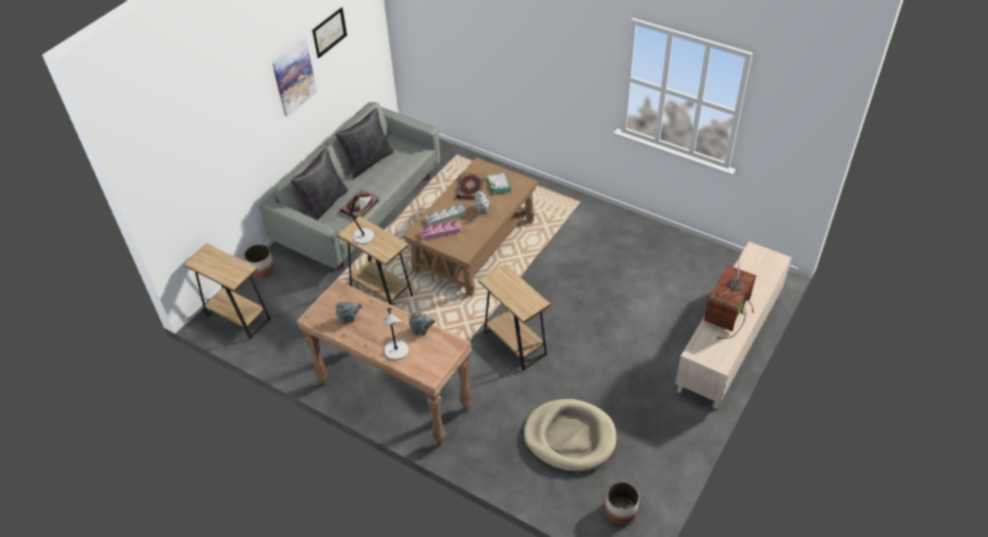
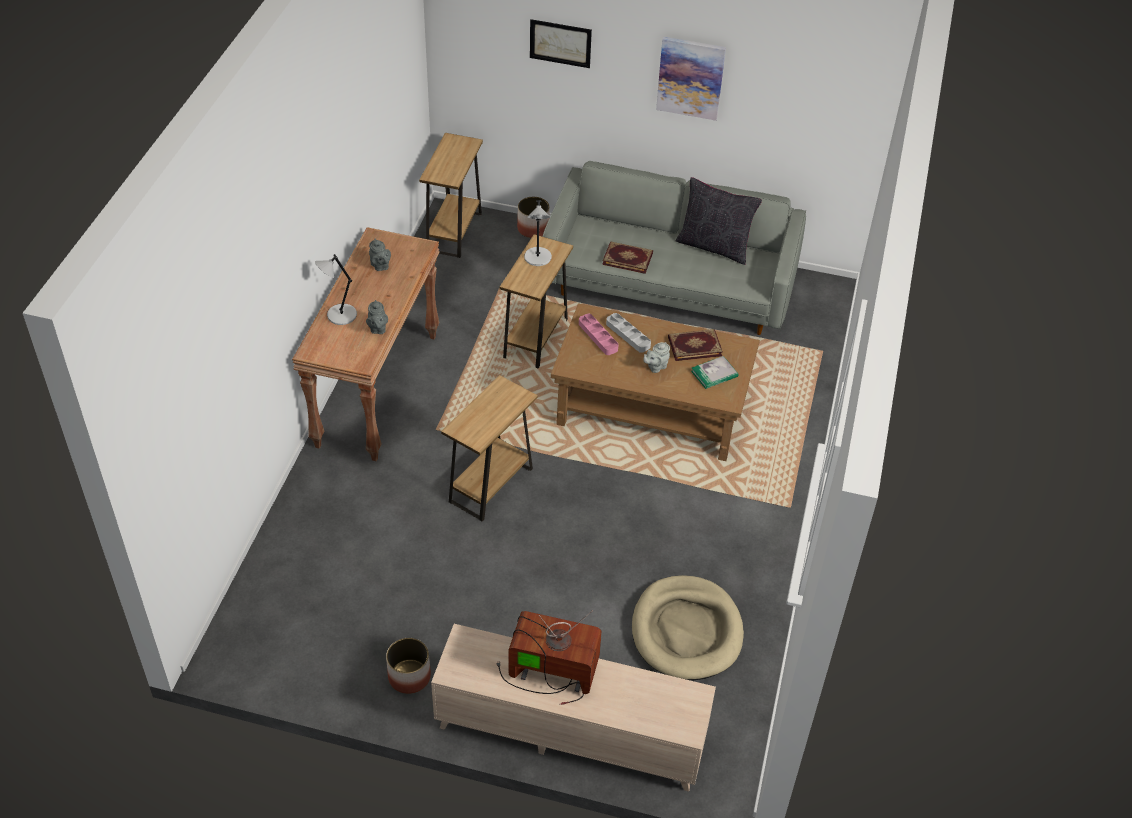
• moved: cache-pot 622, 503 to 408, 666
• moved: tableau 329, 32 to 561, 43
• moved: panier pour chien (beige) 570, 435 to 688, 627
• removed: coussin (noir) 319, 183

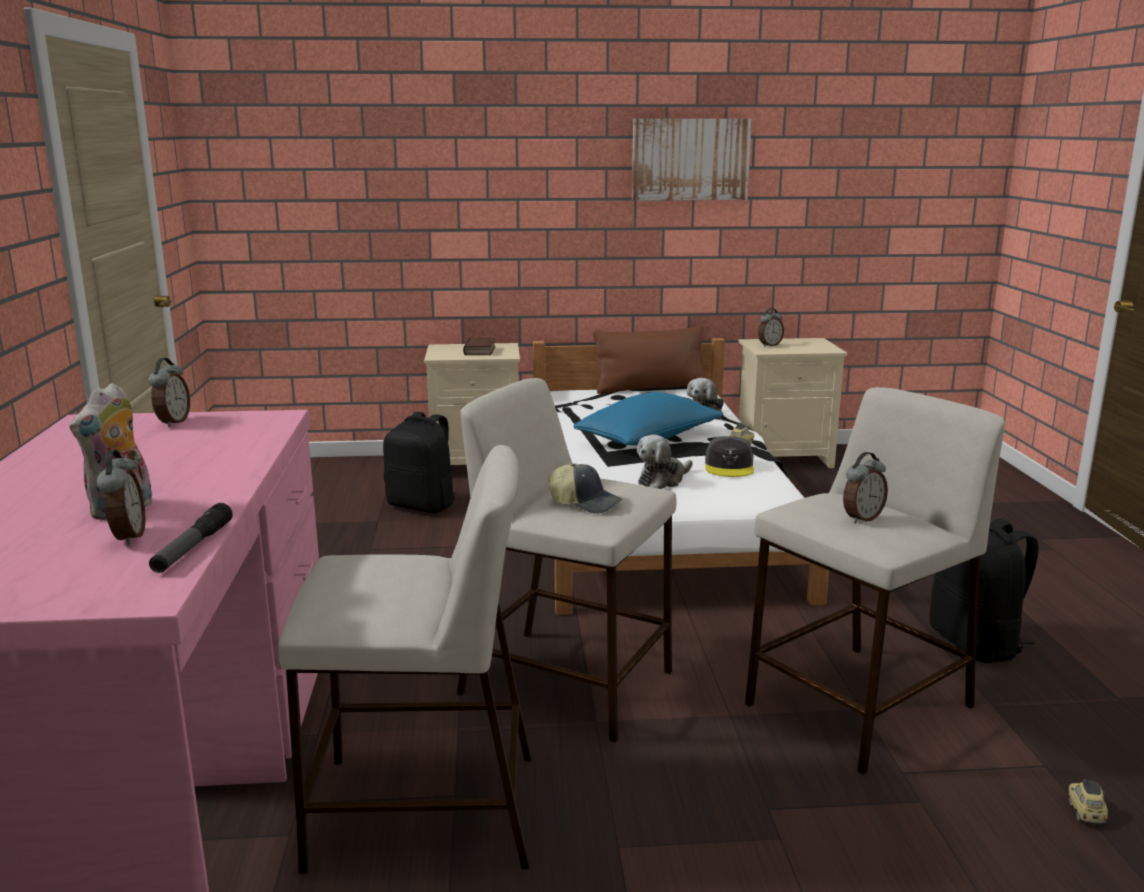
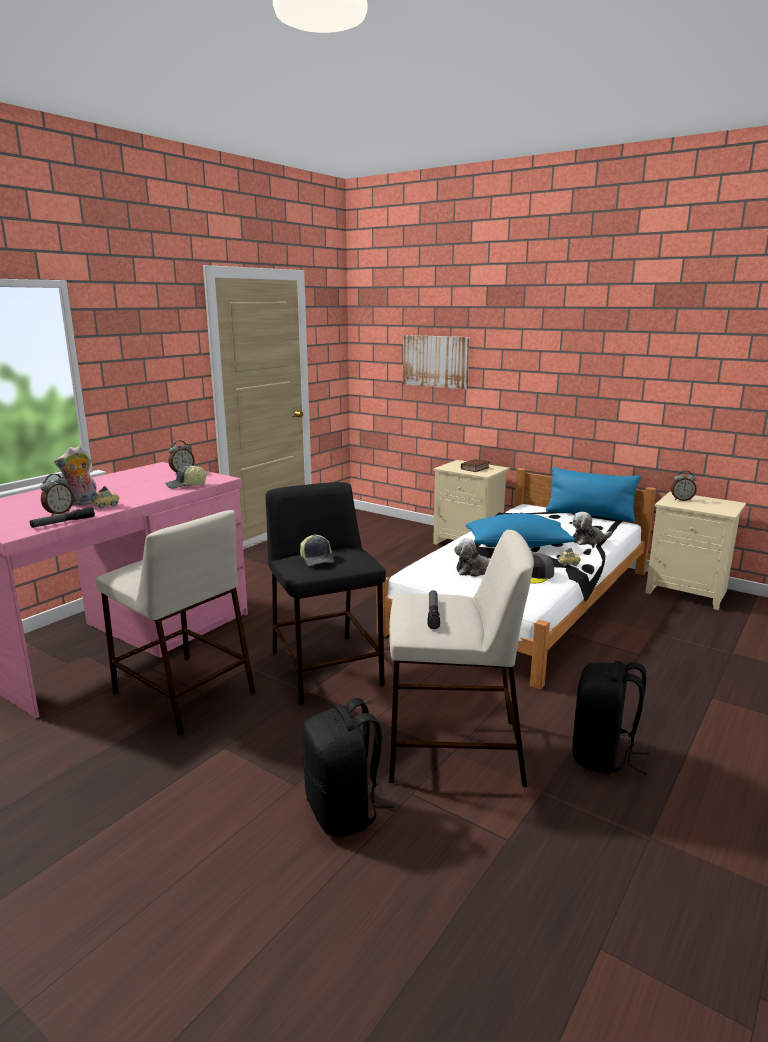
• moved: petite voiture 1088, 801 to 105, 497
• added: casquette 186, 477
• recoloured: tabouret (beige) 567, 560 to tabouret (noir) 325, 593
• moved: sac à dos (noir) 419, 462 to 347, 767
• moved: tableau 692, 160 to 436, 362
• replaced: réveil 865, 488 to lampe de poche 433, 609
• recoloured: coussin (marron) 650, 359 to coussin (bleu) 593, 494

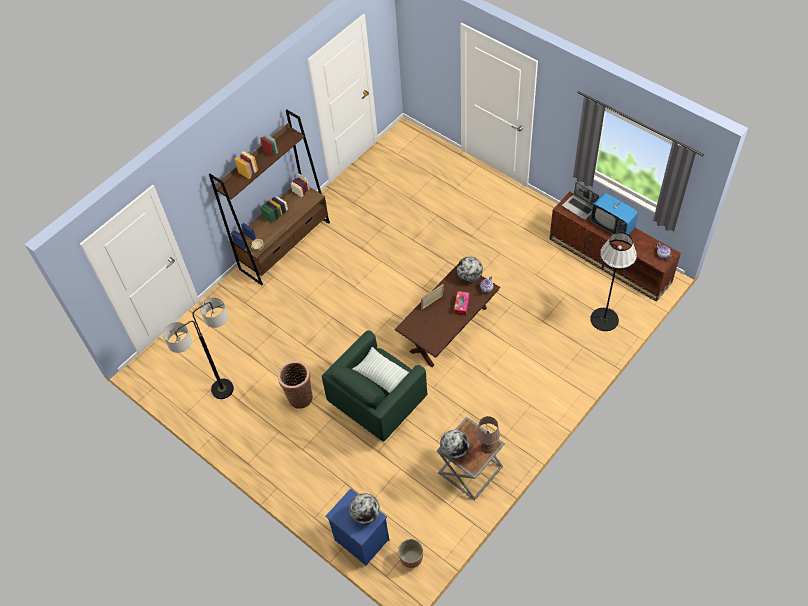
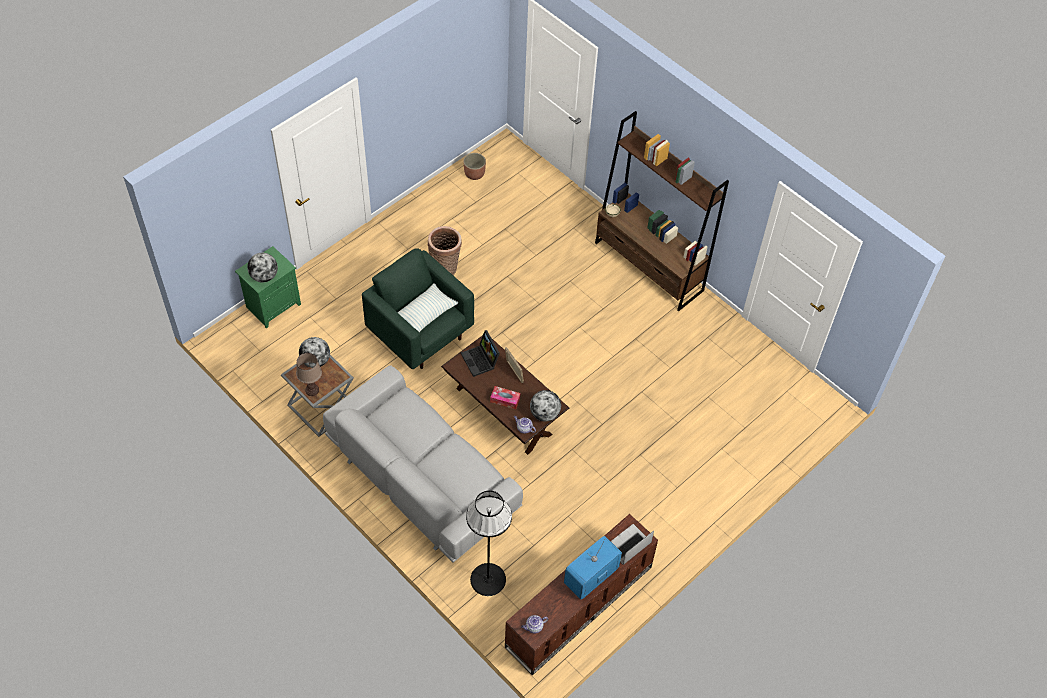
• recoloured: table de chevet (bleu) 357, 526 to table de chevet (vert) 268, 287
• added: canapé (gris) 423, 464
• added: ordinateur portable 480, 353
• moved: cache-pot 410, 553 to 475, 166
• removed: lampadaire 198, 348

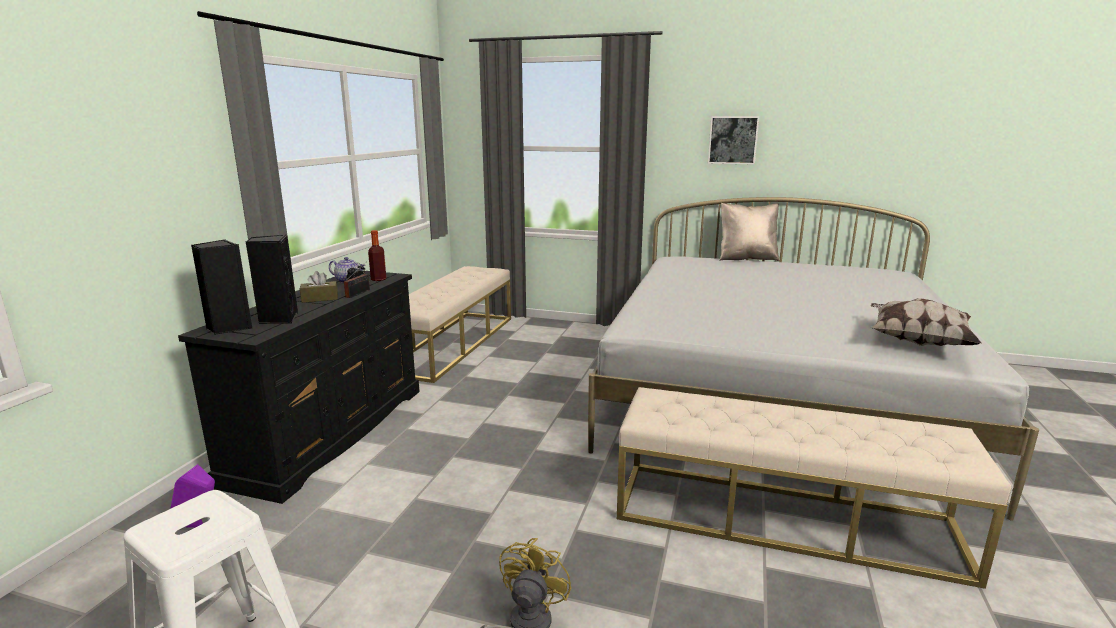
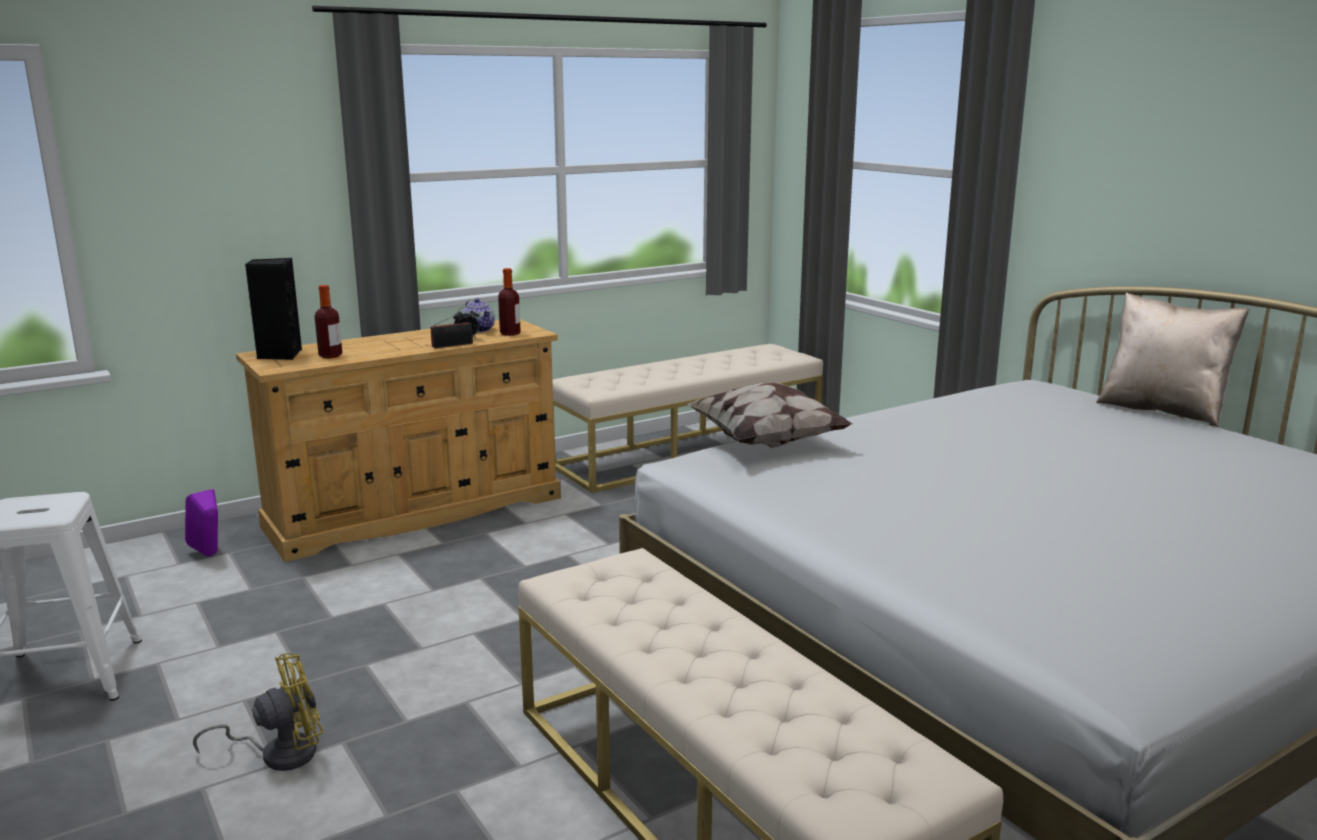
• recoloured: commode (noir) 299, 387 to commode (beige) 398, 440
• replaced: enceinte (noir) 272, 279 to bouteille 328, 321
• moved: coussin 926, 322 to 770, 415
• removed: boîte à mouchoirs (marron) 319, 287
• removed: tableau 733, 140

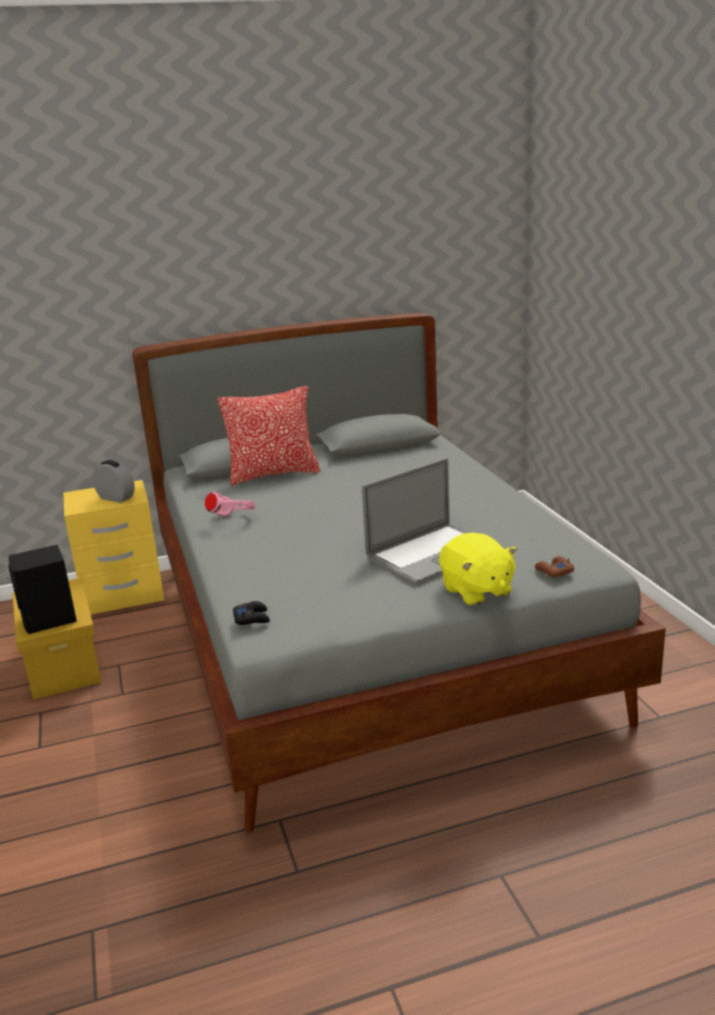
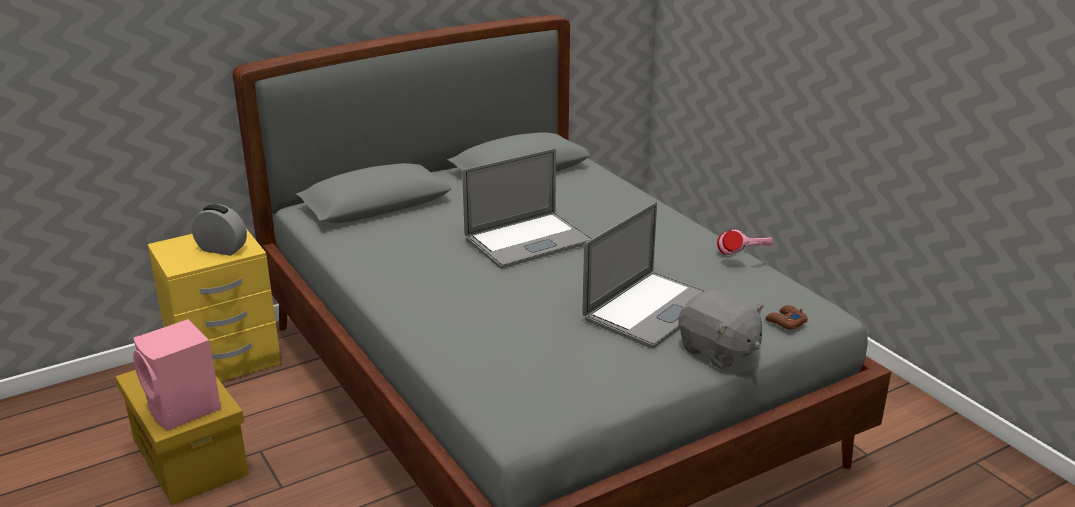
• recoloured: enceinte (noir) 42, 589 to enceinte (rose) 177, 375
• added: ordinateur portable 527, 208
• recoloured: peluche (jaune) 478, 569 to peluche (gris) 721, 329
• moved: casque audio (rose) 230, 504 to 745, 242
• removed: coussin 269, 435
• removed: manette (noir) 251, 613

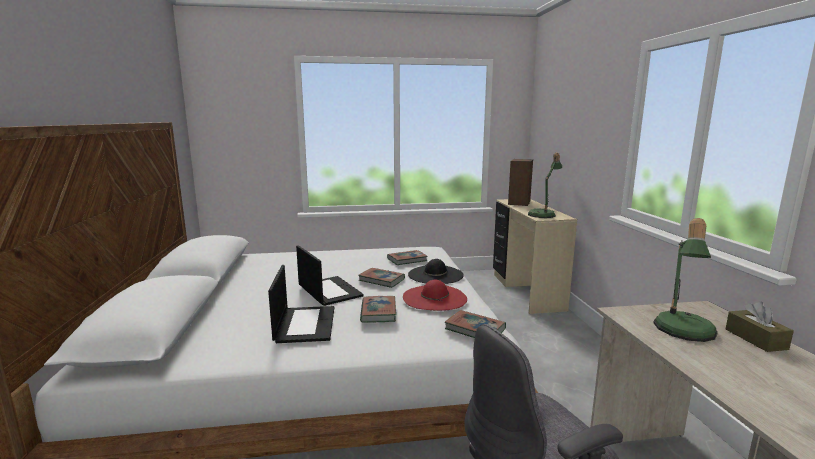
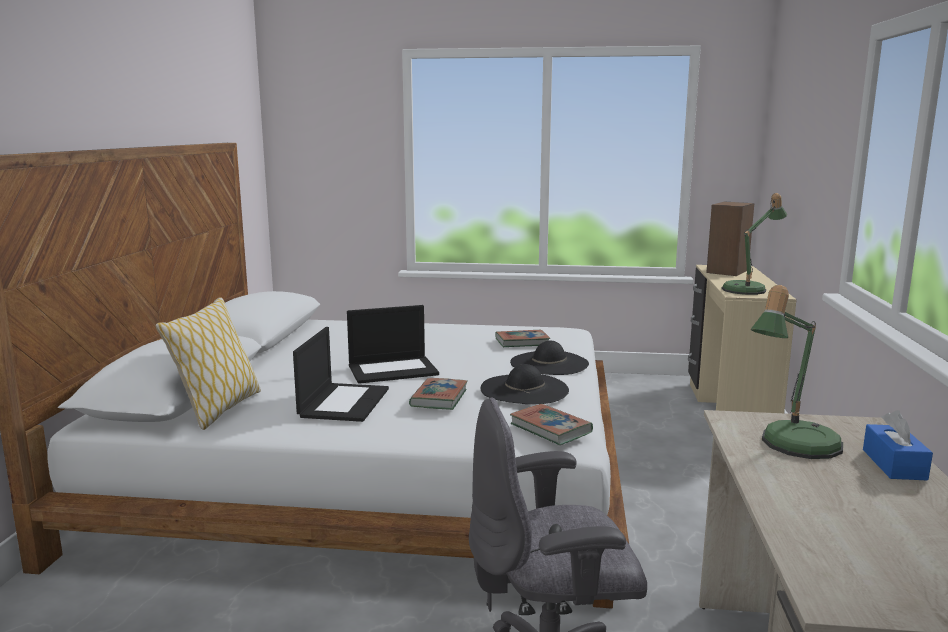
• added: coussin 208, 363
• turned: ordinateur portable 330, 275 = 393, 344 90 degrees clockwise
• recoloured: chapeau (rouge) 435, 295 to chapeau (noir) 524, 384
• recoloured: boîte à mouchoirs (marron) 760, 326 to boîte à mouchoirs (bleu) 898, 445
• removed: livre 381, 278

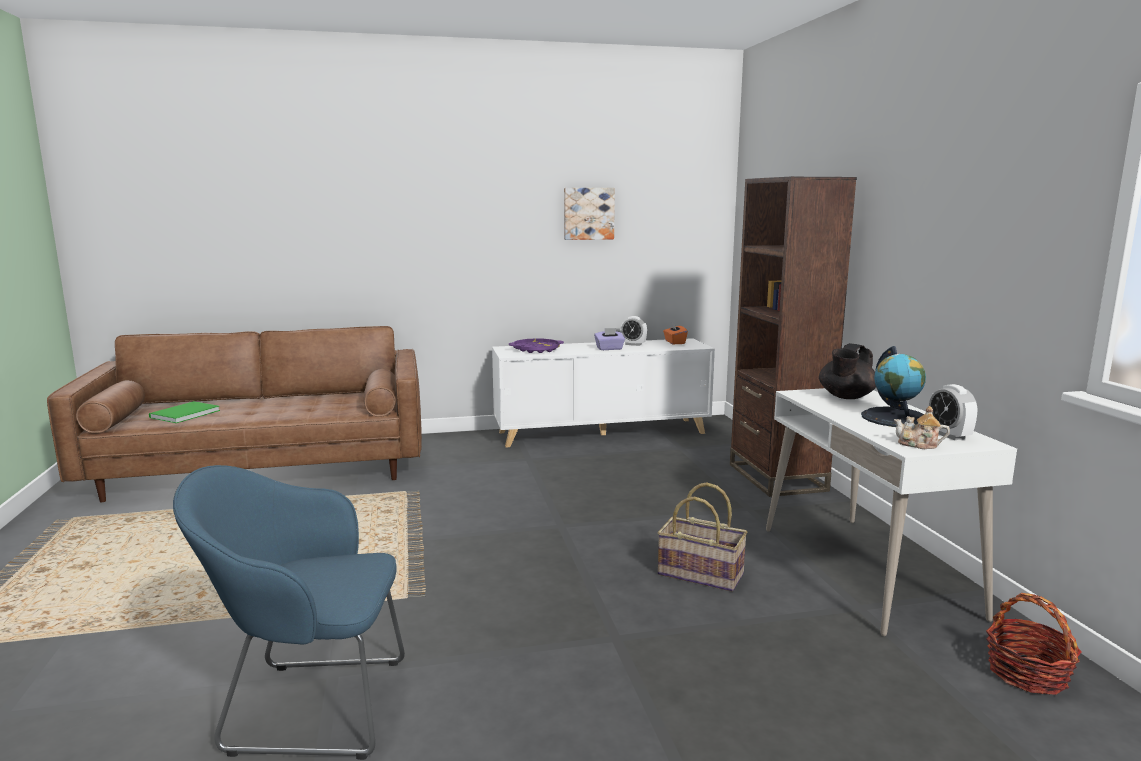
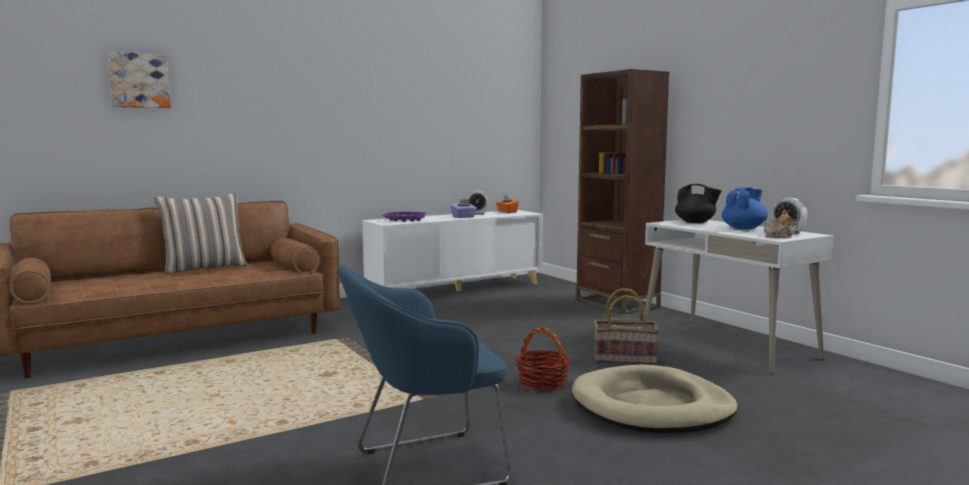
• moved: tableau 589, 214 to 139, 79
• added: coussin 201, 233
• moved: panier 1034, 644 to 543, 359
• added: panier pour chien (beige) 655, 399
• turned: théière (noir) 847, 371 = 698, 203 75 degrees counterclockwise
• replaced: globe 893, 386 to théière (bleu) 745, 208
• removed: livre (vert) 184, 412

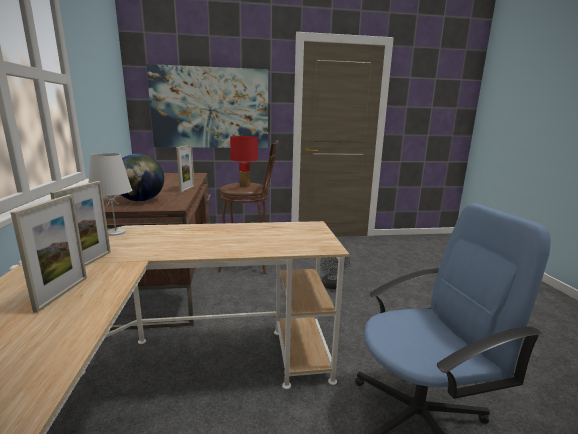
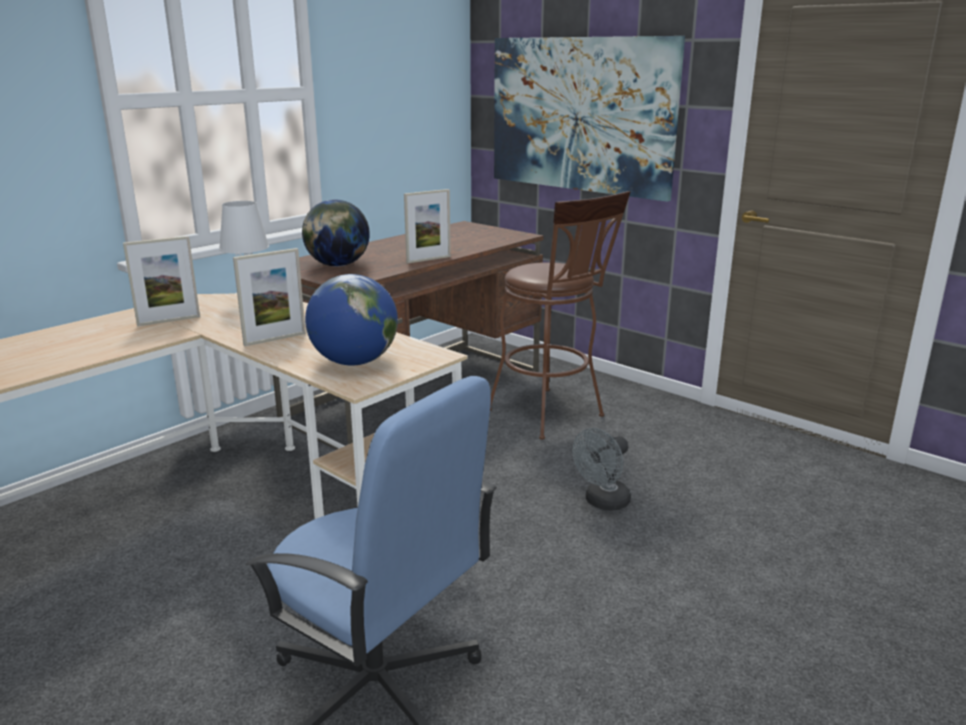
• moved: cadre photo 48, 253 to 269, 297
• added: globe 351, 320
• removed: lampe de table (rouge) 244, 161

